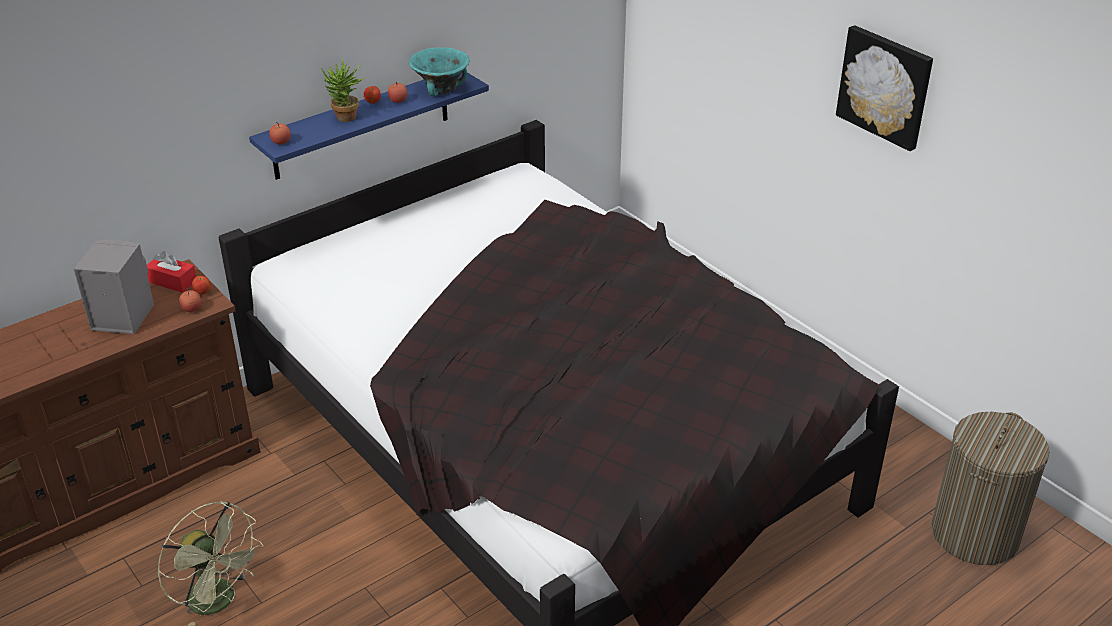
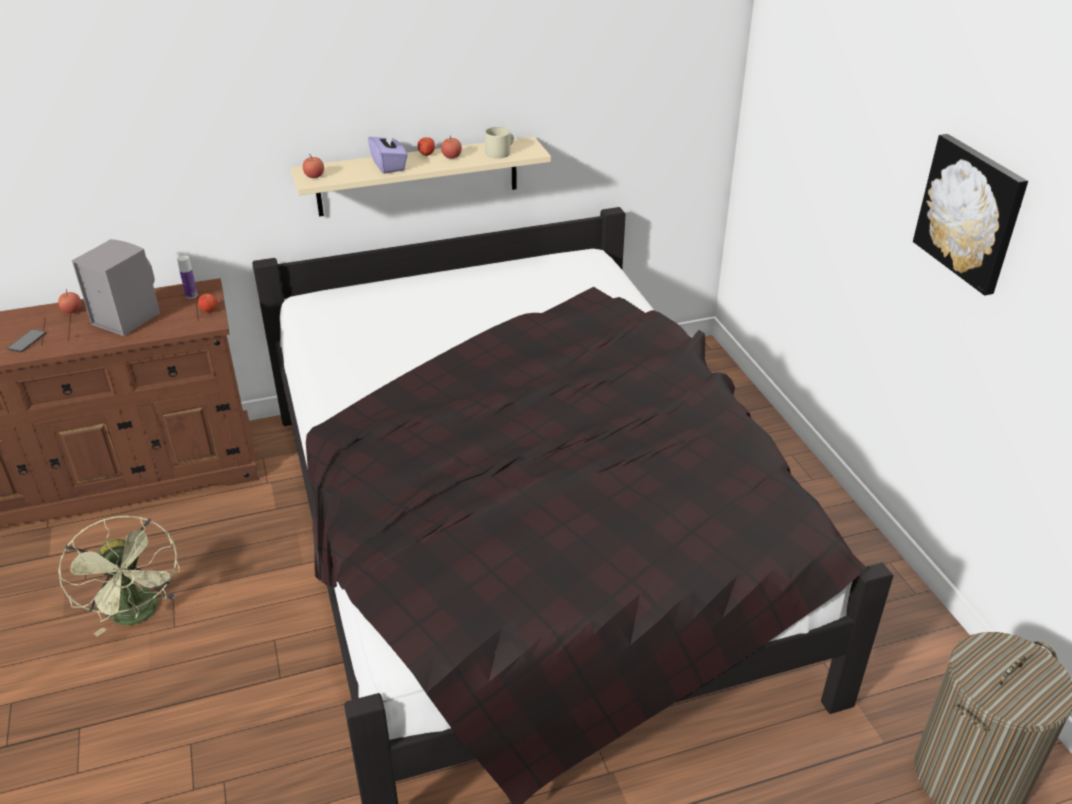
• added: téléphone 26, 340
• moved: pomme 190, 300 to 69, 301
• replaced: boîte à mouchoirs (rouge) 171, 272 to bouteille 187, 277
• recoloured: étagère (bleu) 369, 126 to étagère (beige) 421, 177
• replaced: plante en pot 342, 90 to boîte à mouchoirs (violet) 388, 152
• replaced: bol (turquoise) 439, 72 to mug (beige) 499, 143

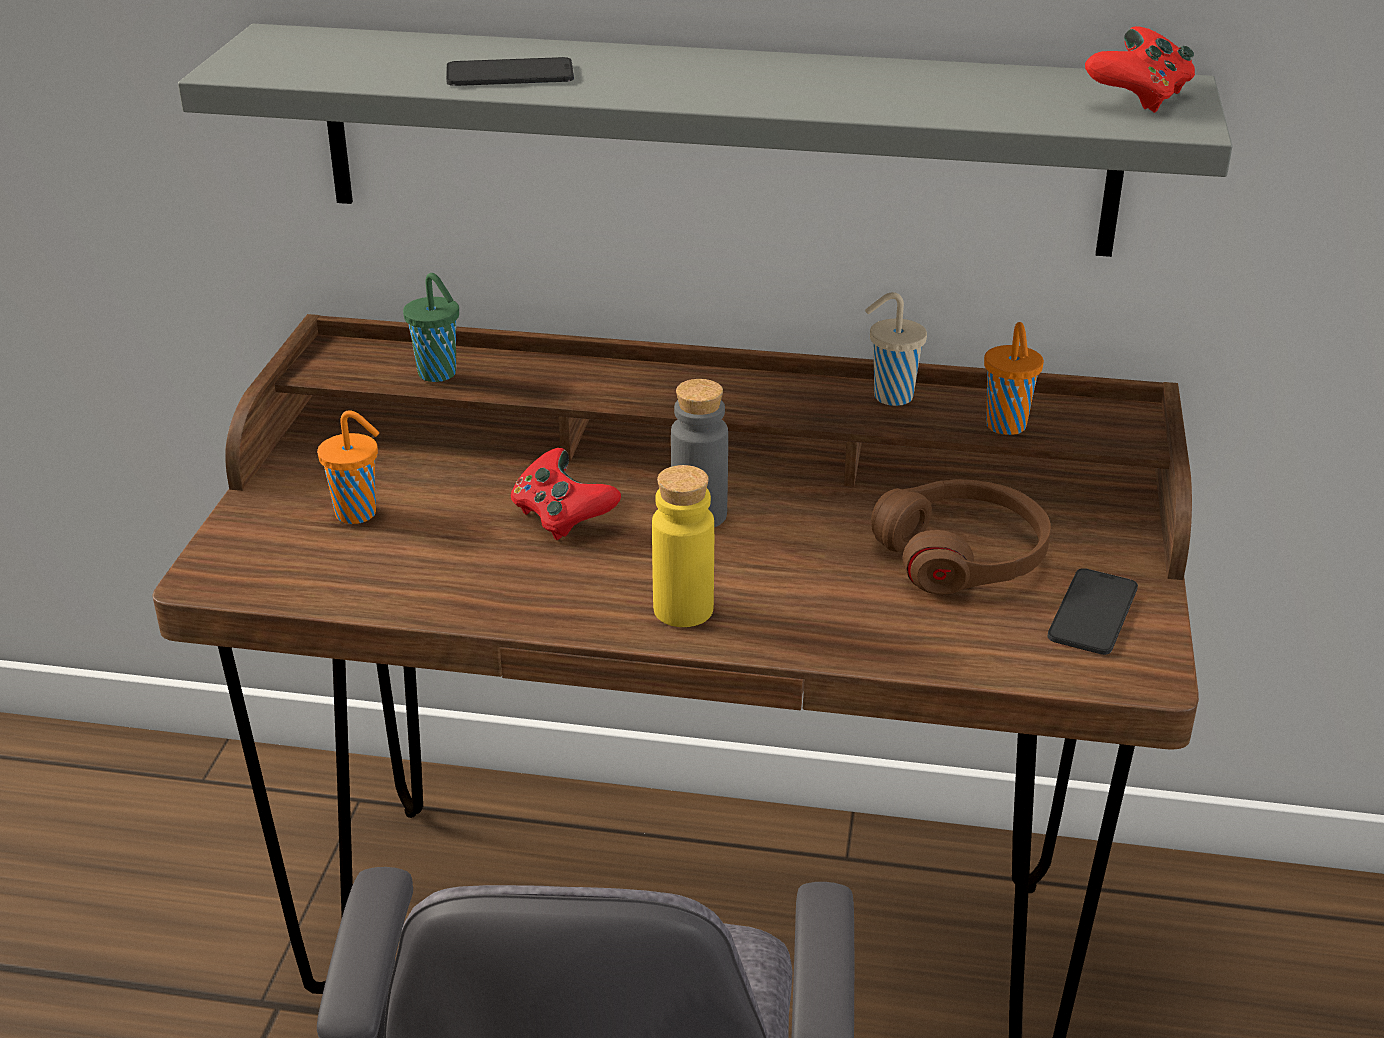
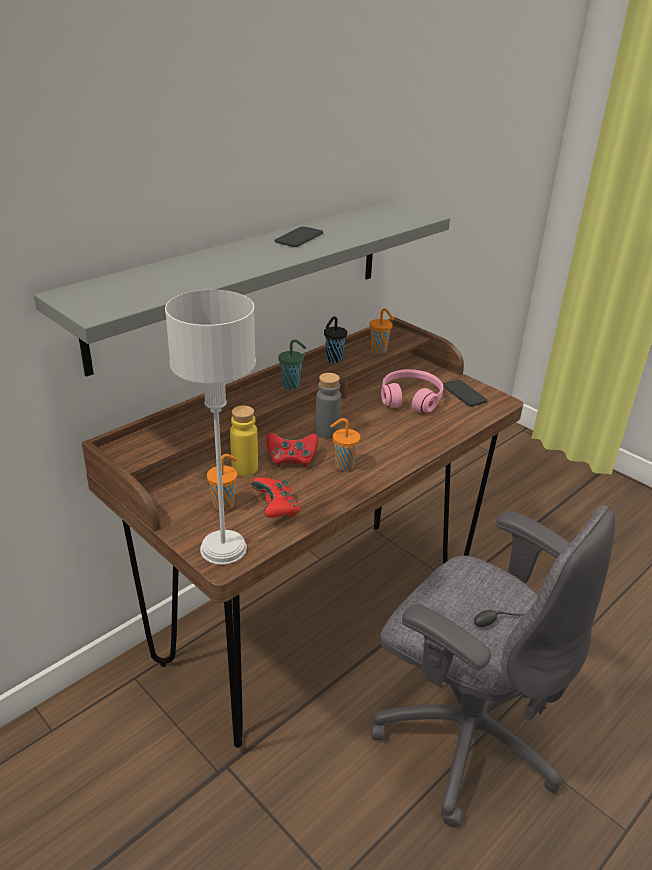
• added: lampe de table (gris) 210, 427
• moved: bouteille (jaune) 683, 546 to 244, 440
• moved: manette (rouge) 1140, 69 to 275, 498
• moved: téléphone 510, 71 to 299, 237
• moved: tasse (vert) 431, 327 to 292, 364
• recoloured: tasse (beige) 896, 349 to tasse (noir) 335, 339
• added: tasse (orange) 345, 444
• recoloured: casque audio (marron) 961, 537 to casque audio (rose) 412, 391

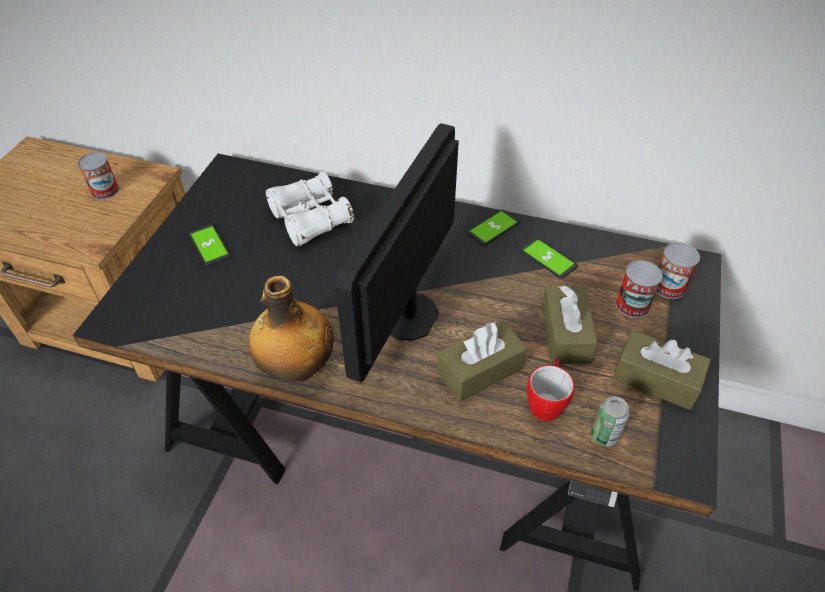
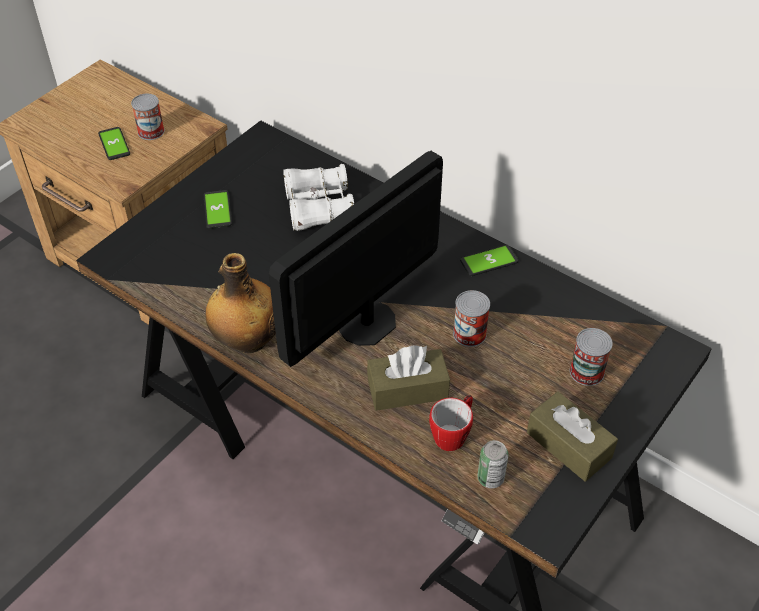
• moved: téléphone 549, 258 to 114, 143
• moved: boîte métallique 678, 270 to 471, 318
• removed: boîte à mouchoirs (marron) 569, 324

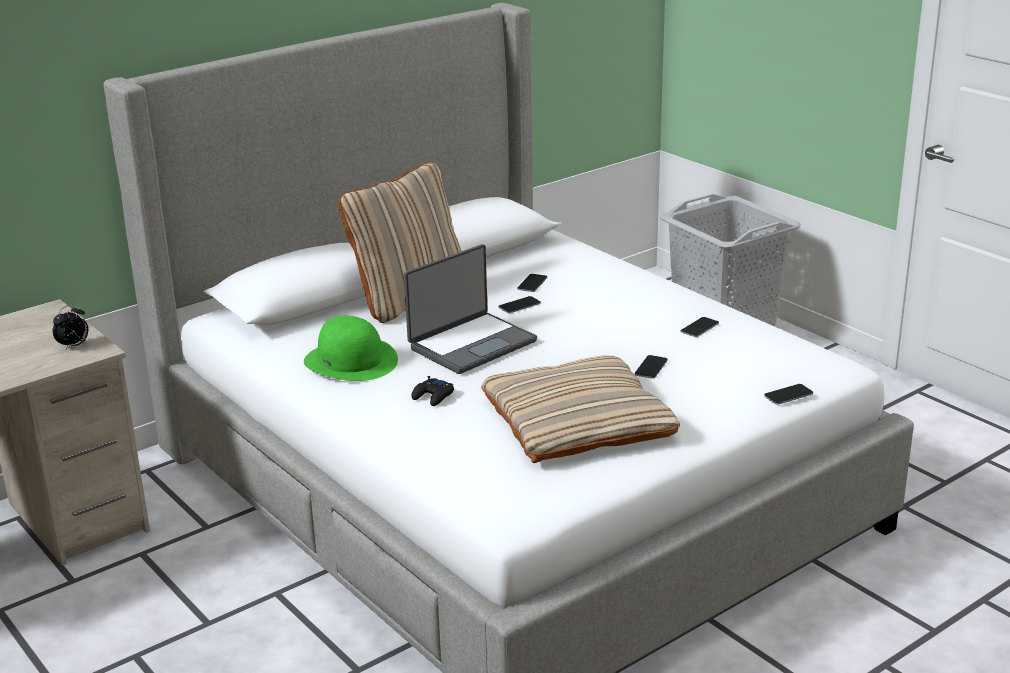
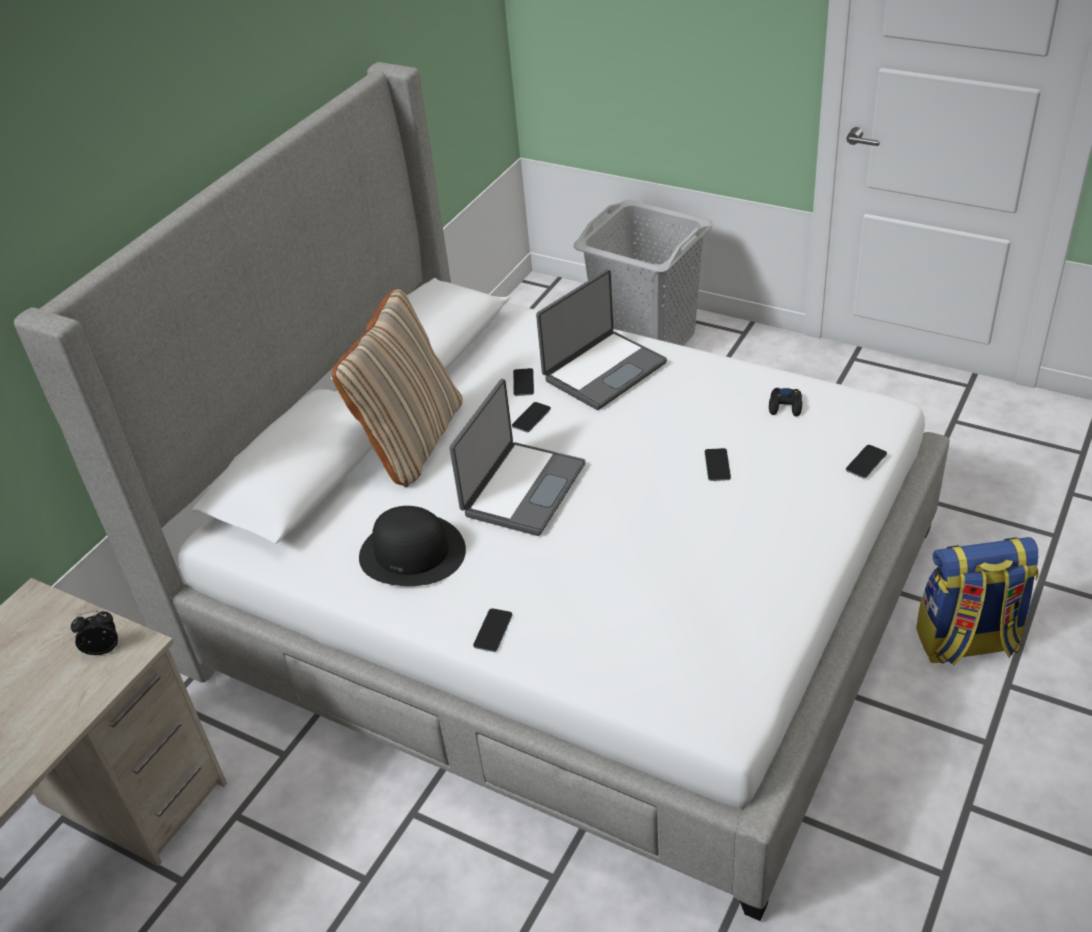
• turned: réveil 70, 327 = 94, 633 120 degrees counterclockwise
• recoloured: chapeau (vert) 351, 348 to chapeau (noir) 412, 546
• moved: téléphone 700, 327 to 492, 630
• added: ordinateur portable 601, 339
• moved: manette (noir) 432, 391 to 785, 402
• added: sac à dos 977, 601
• removed: coussin (beige) 580, 409

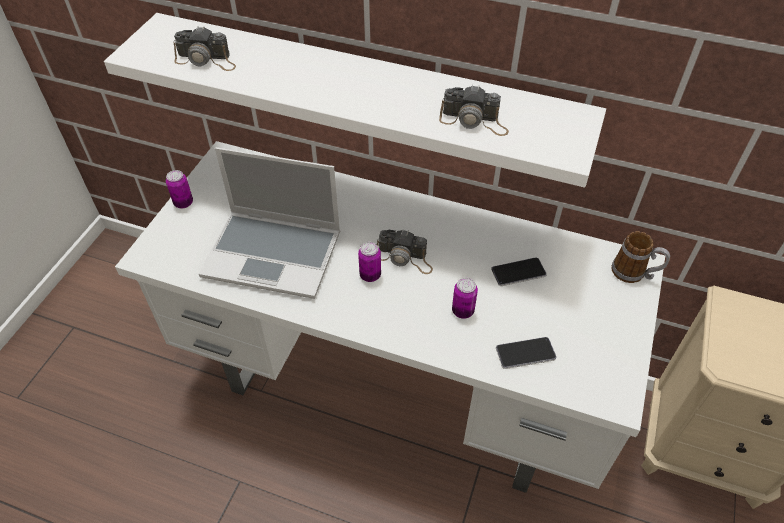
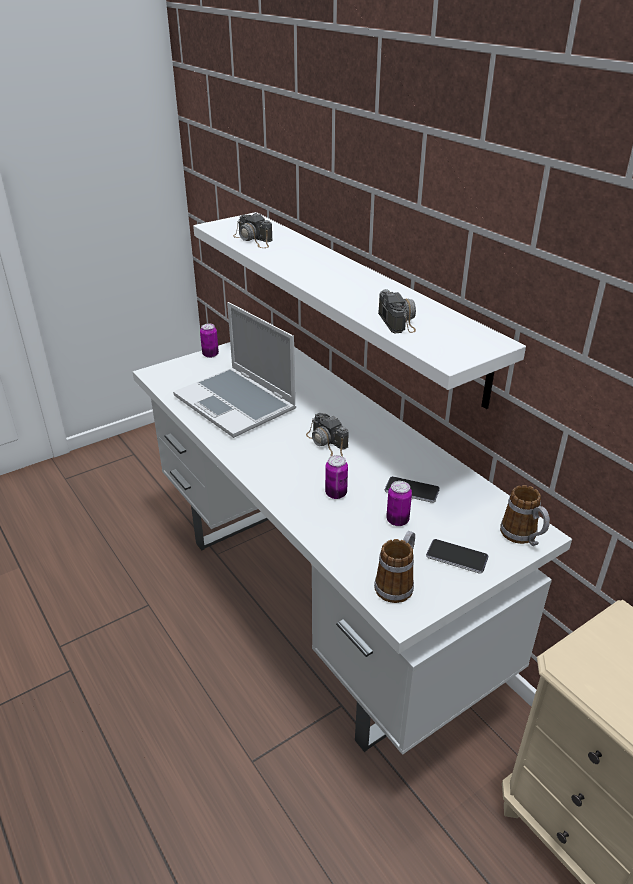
• added: mug 394, 567
• turned: appareil photo 474, 110 = 397, 311 150 degrees counterclockwise
• moved: boîte métallique 369, 262 to 399, 503
• moved: téléphone 526, 353 to 457, 556

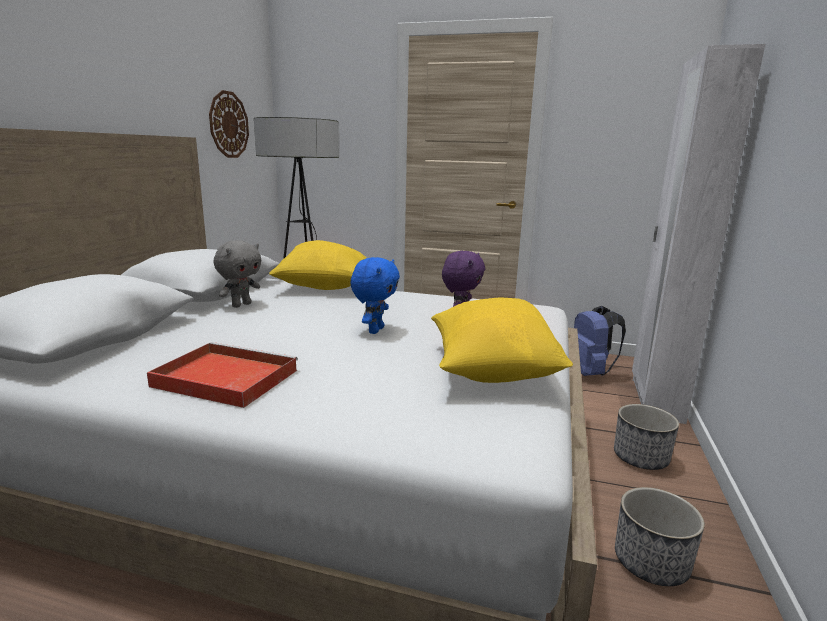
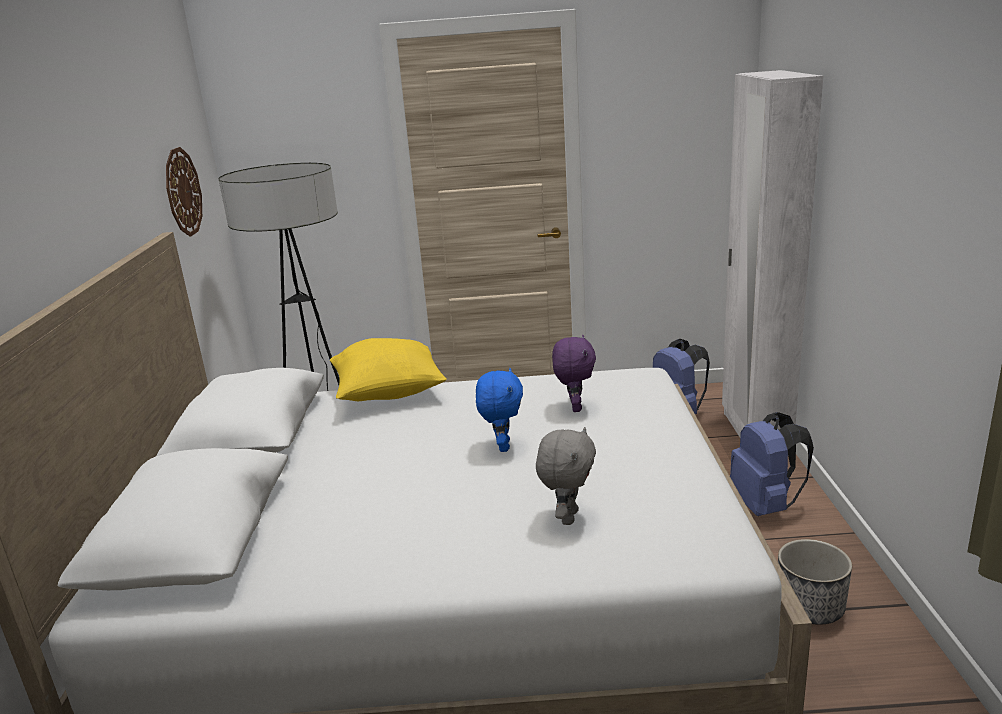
• moved: peluche (gris) 237, 274 to 566, 476
• replaced: cache-pot 646, 437 to sac à dos (bleu) 772, 464
• removed: plateau (rouge) 222, 375
• removed: coussin (jaune) 502, 340

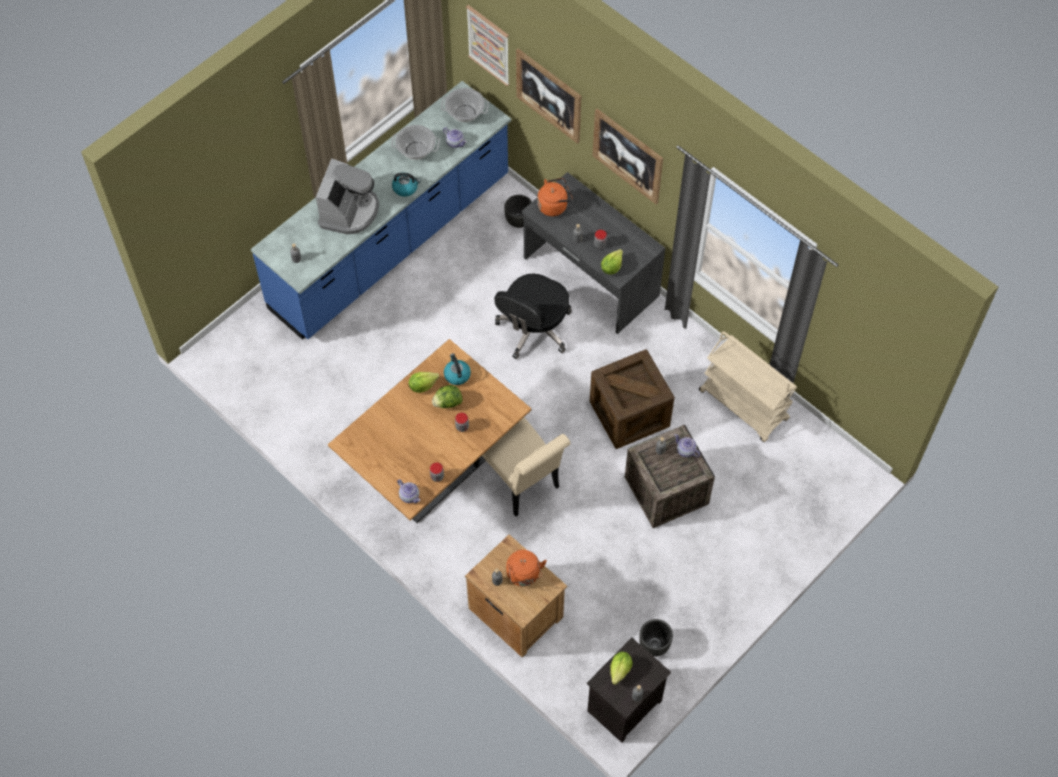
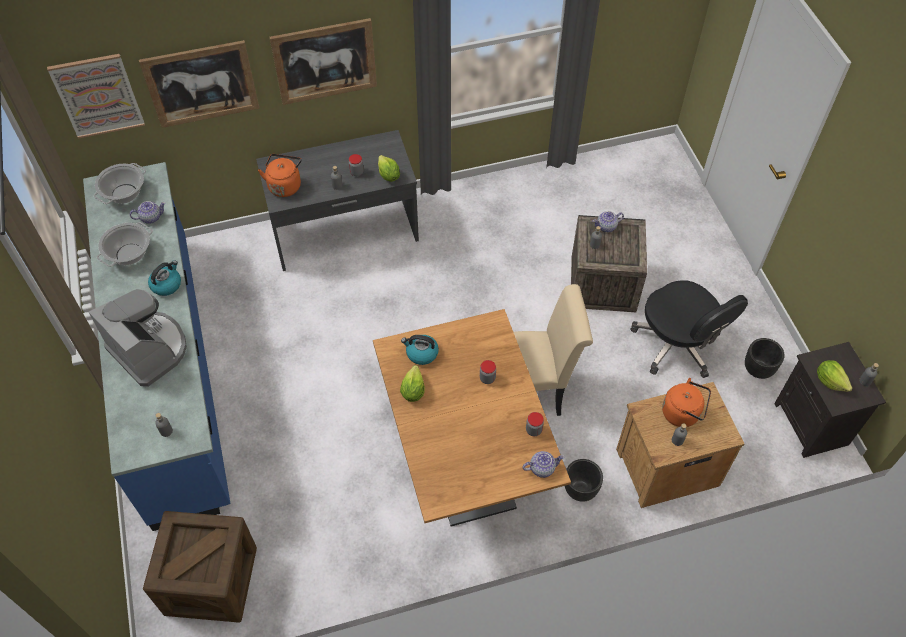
• moved: caisse 632, 399 to 200, 567
• moved: cache-pot (noir) 518, 211 to 584, 480
• moved: chaise de bureau (noir) 533, 316 to 689, 329
• removed: laitue 447, 396
• removed: chariot (beige) 748, 386

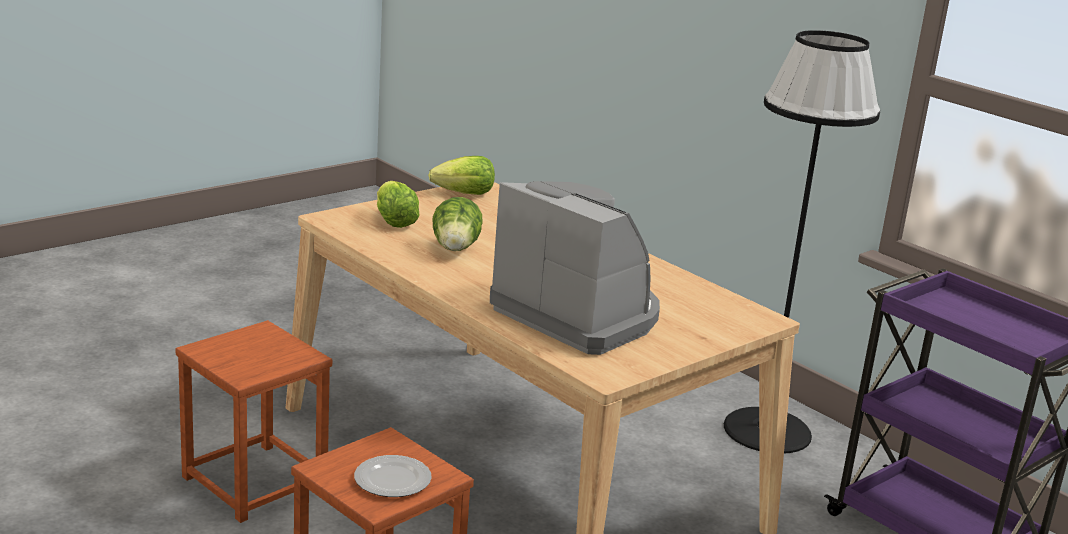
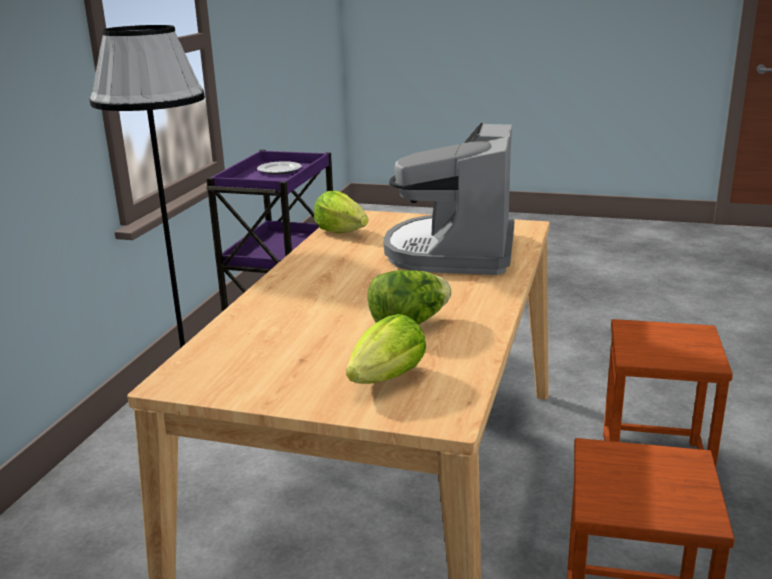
• moved: assiette 393, 476 to 279, 167
• moved: laitue 461, 175 to 341, 212

